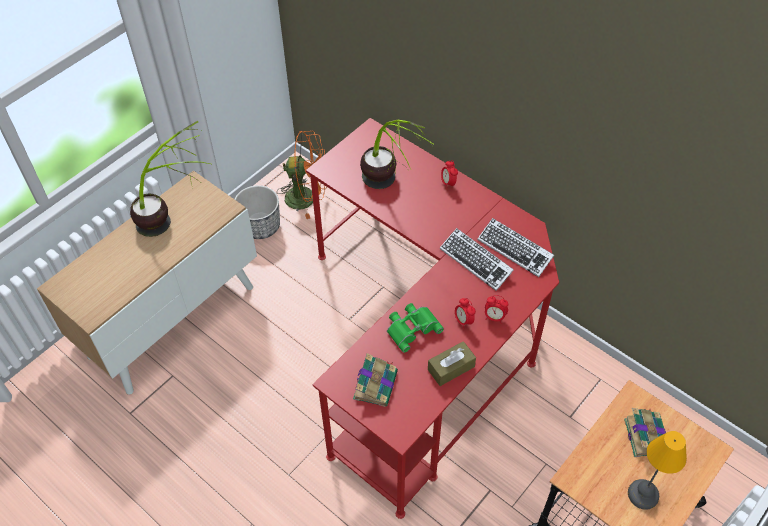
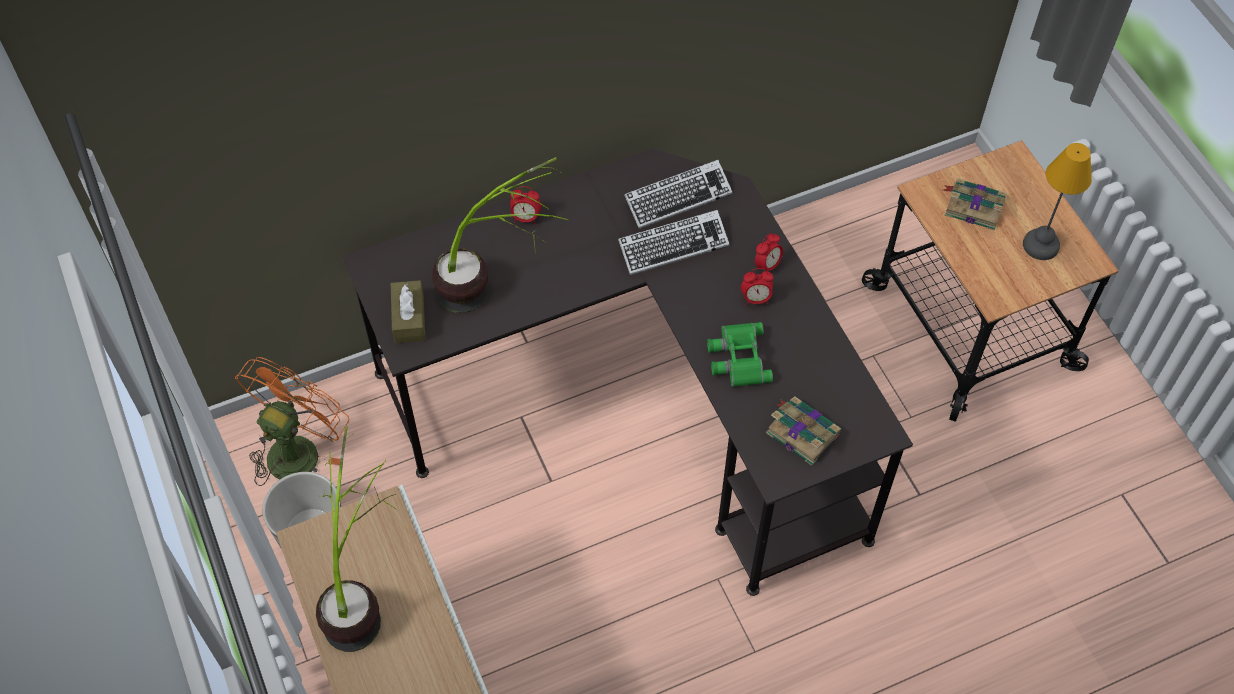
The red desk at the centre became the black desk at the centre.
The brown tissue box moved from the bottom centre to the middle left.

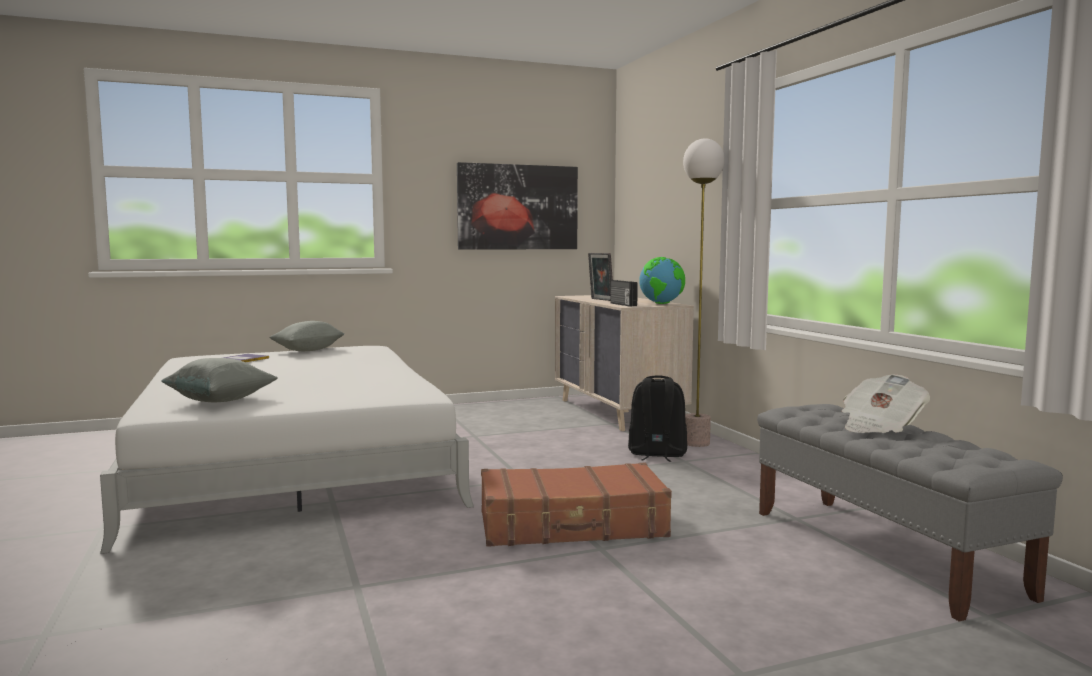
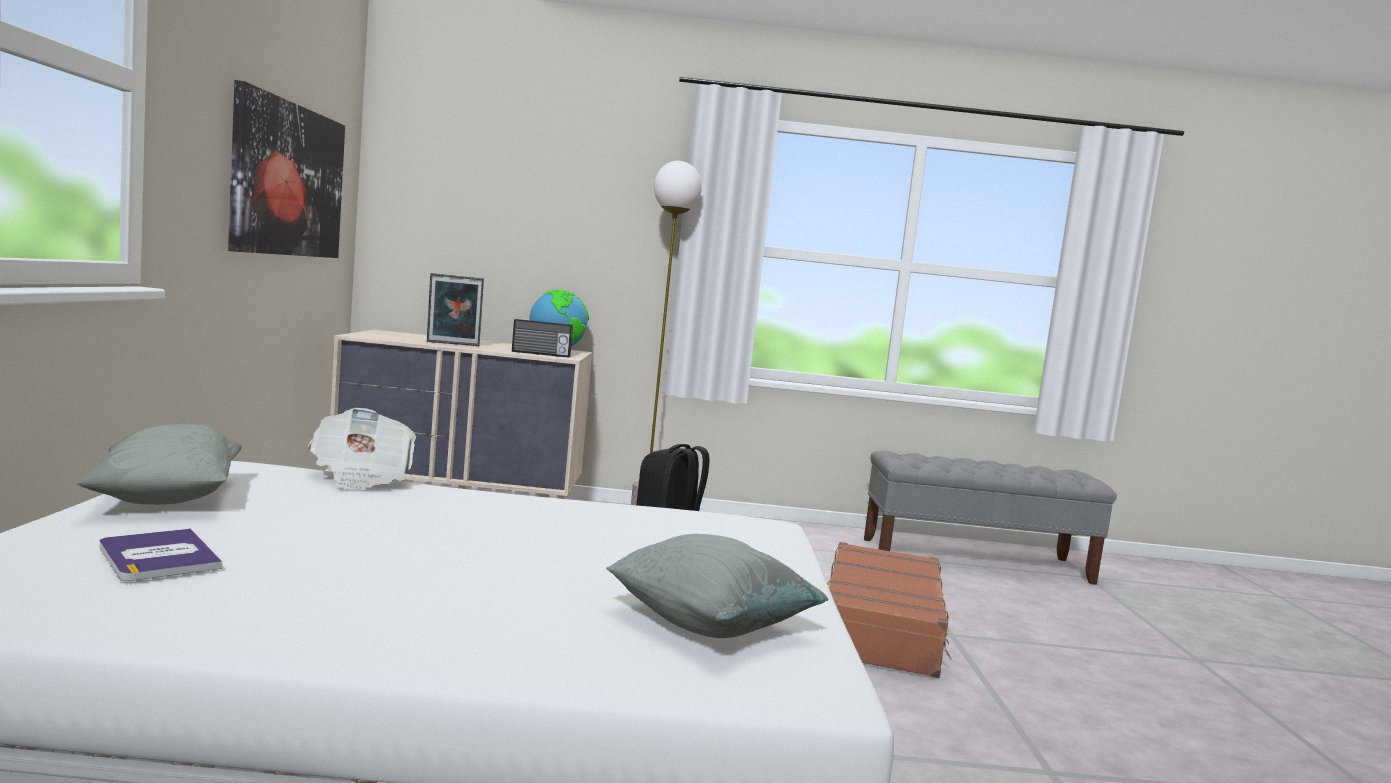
The newspaper moved from the middle right to the middle left.

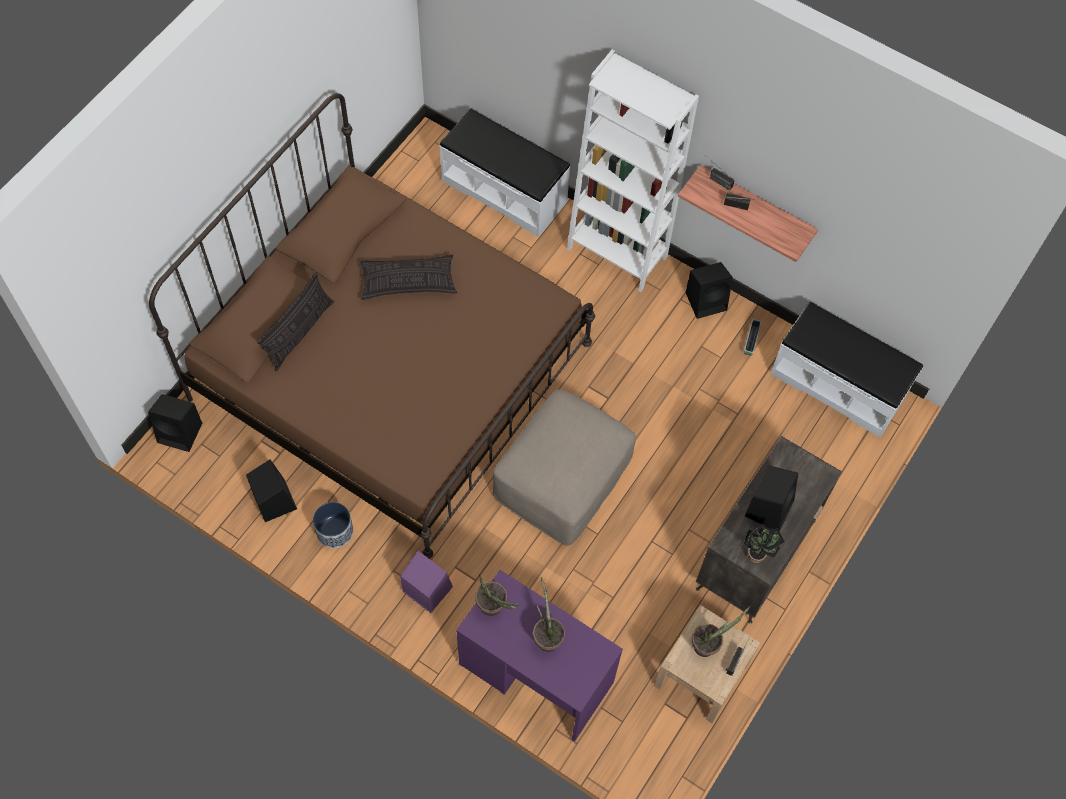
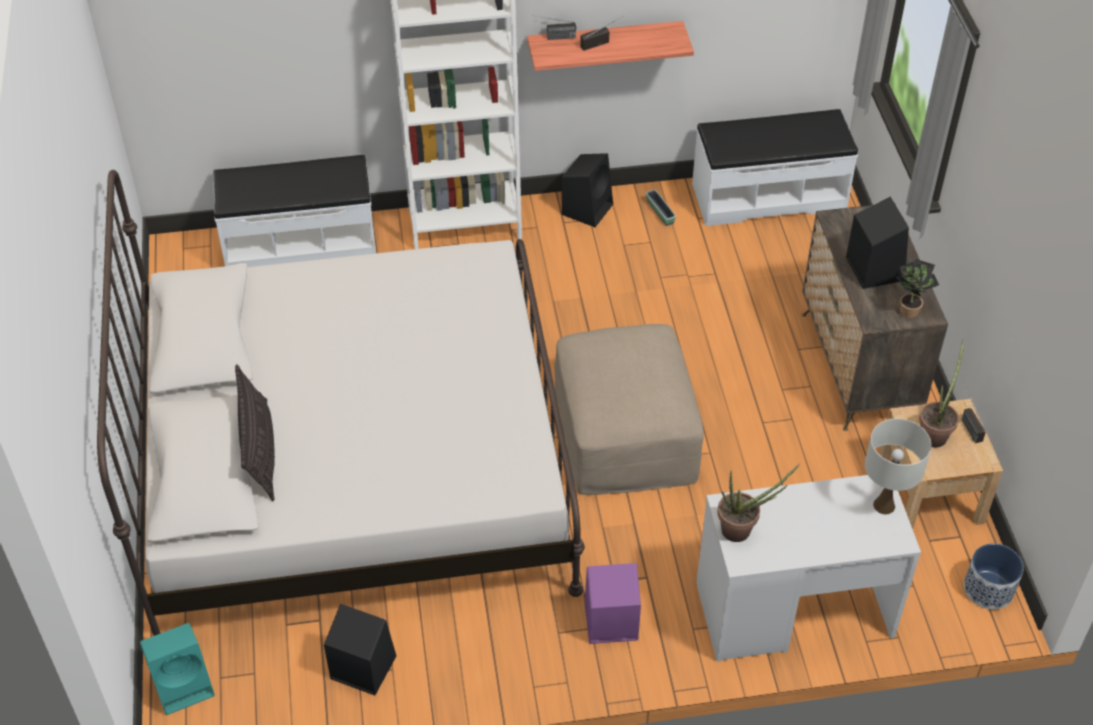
The brown bed at the centre became the white bed at the middle left.
The pillow (2nd from left) at the centre disappeared.
The black speaker (1st from left) at the middle left became the turquoise speaker at the bottom left.
The planter (1st from left in the first image) moved from the middle left to the bottom right.
The purple desk at the bottom centre became the white desk at the bottom right.
The potted plant (2nd from left) at the bottom centre disappeared.
The white table lamp at the middle right appeared.

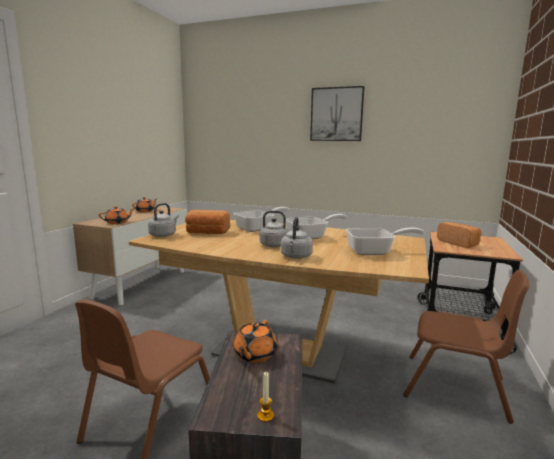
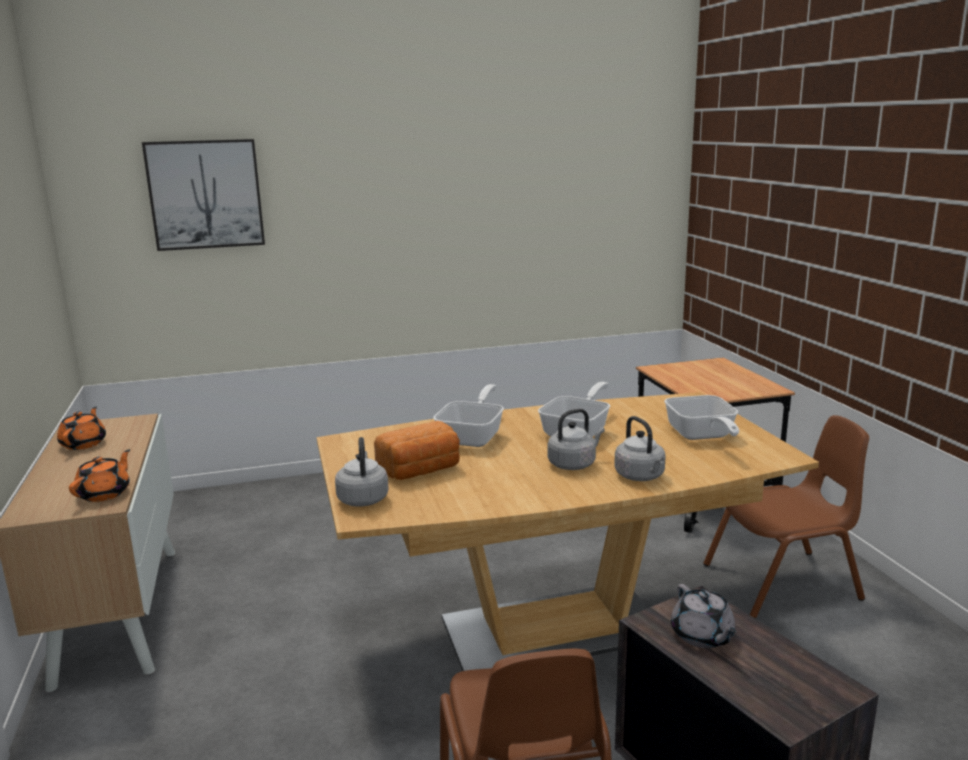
The picture moved from the top centre to the top left.
The bread (2nd from left) at the middle right disappeared.
The frying pan (3rd from left) at the middle right turned 120 degrees clockwise.
The orange teapot (3rd from left) at the bottom centre became the grey teapot at the bottom right.
The candle at the bottom centre disappeared.

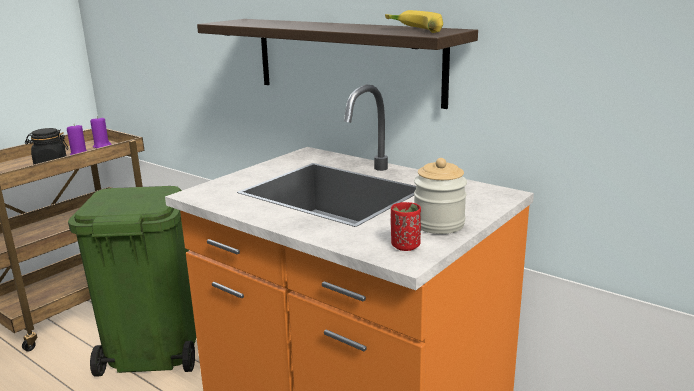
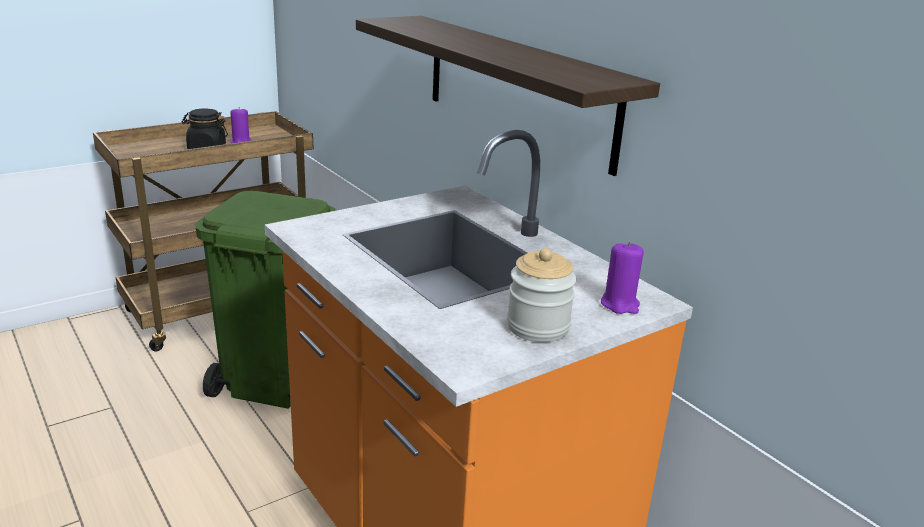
The banana at the top centre disappeared.
The purple candle (2nd from left) moved from the middle left to the middle right.
The red cup at the centre disappeared.

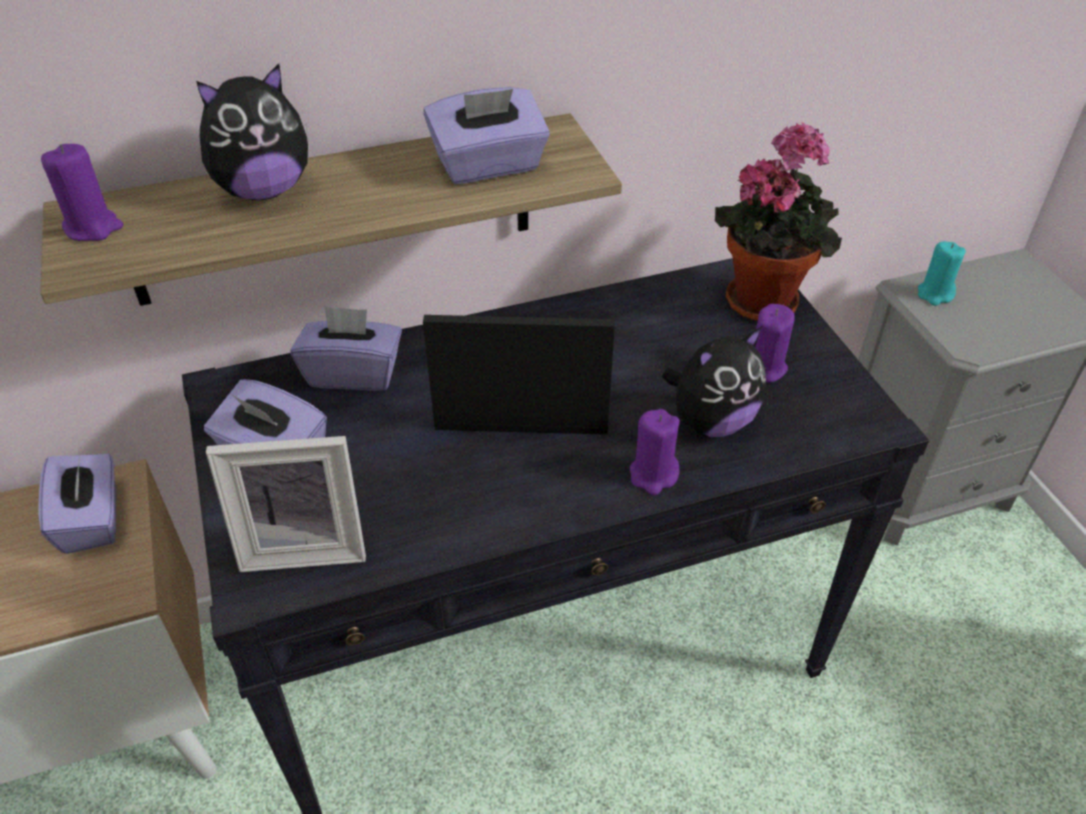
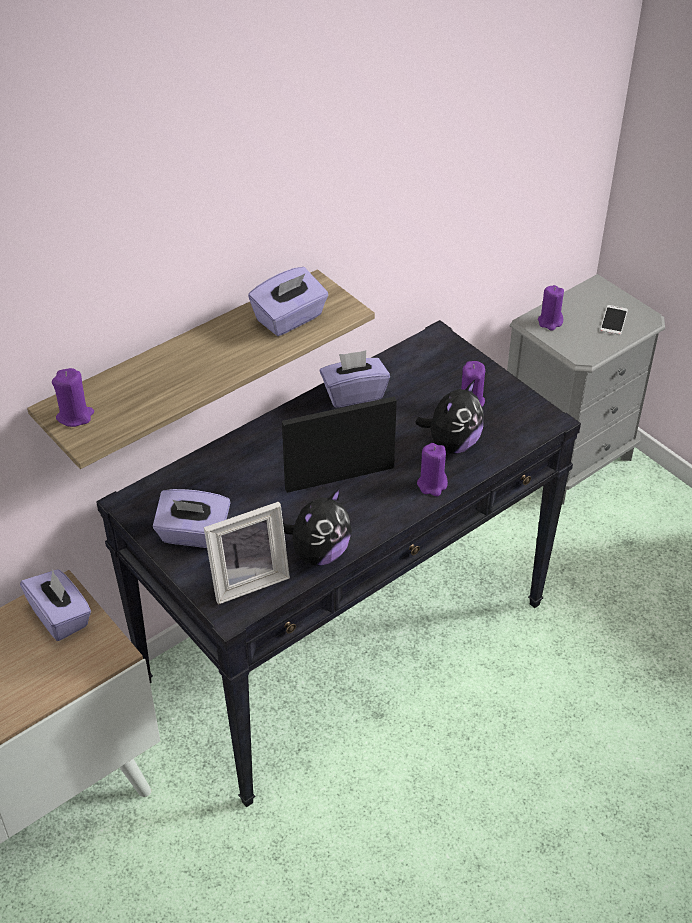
The plush toy (1st from left) moved from the top left to the centre.
The potted plant at the top right disappeared.
The turquoise candle at the middle right became the purple candle (4th from left) at the top right.
The purple tissue box (3rd from left in the first image) moved from the middle left to the centre.
The phone at the middle right appeared.

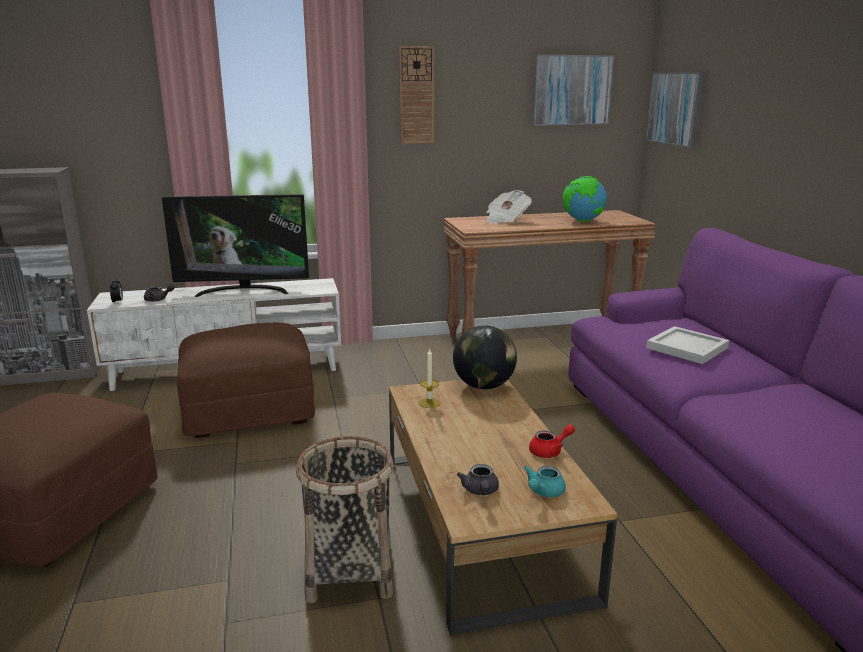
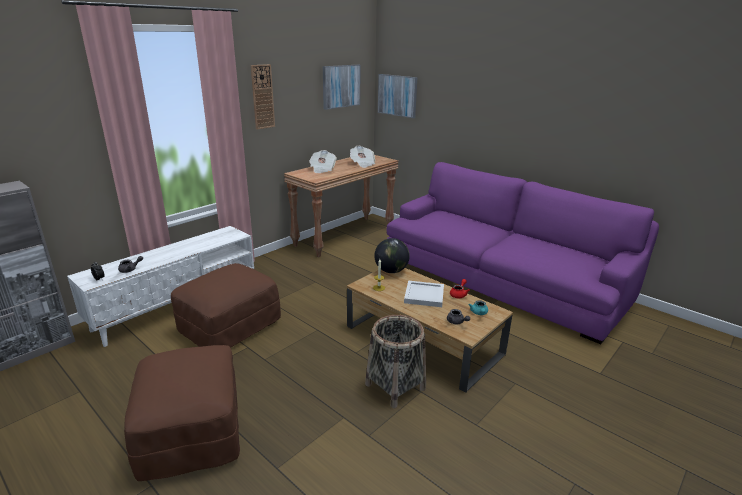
The globe (2nd from left) at the top right was replaced by the newspaper (2nd from left) at the top centre.
The television at the middle left disappeared.
The white tray moved from the middle right to the centre.

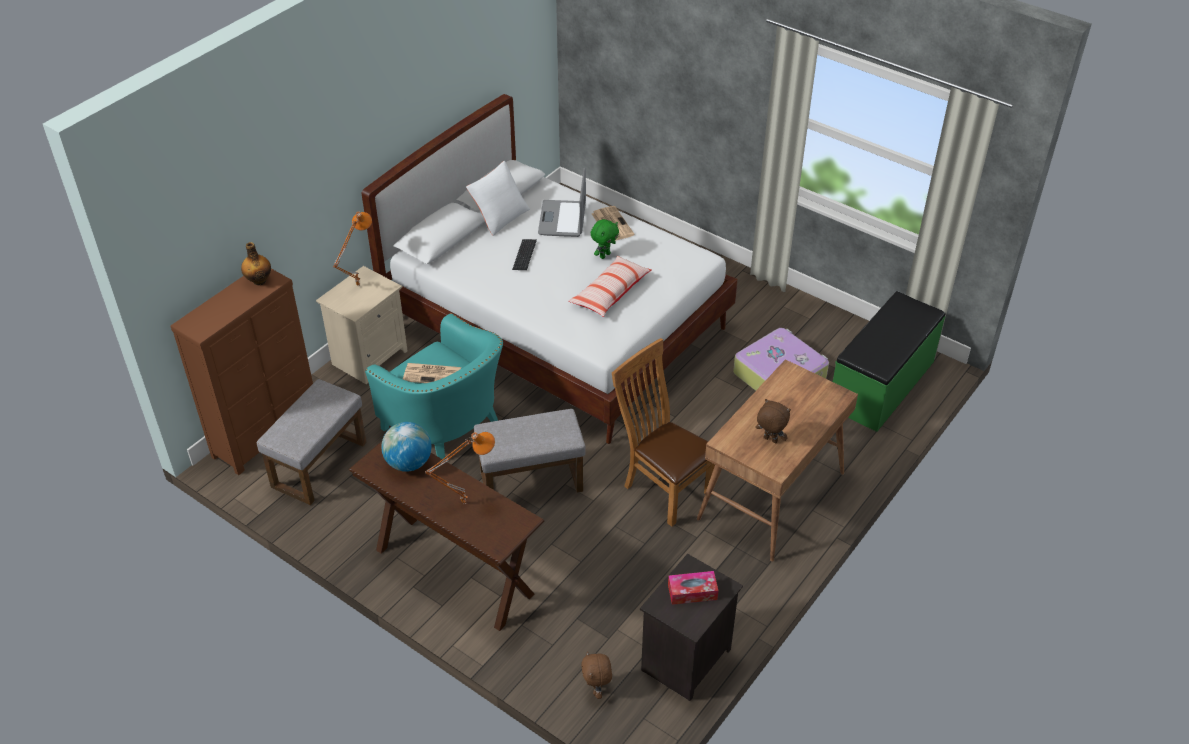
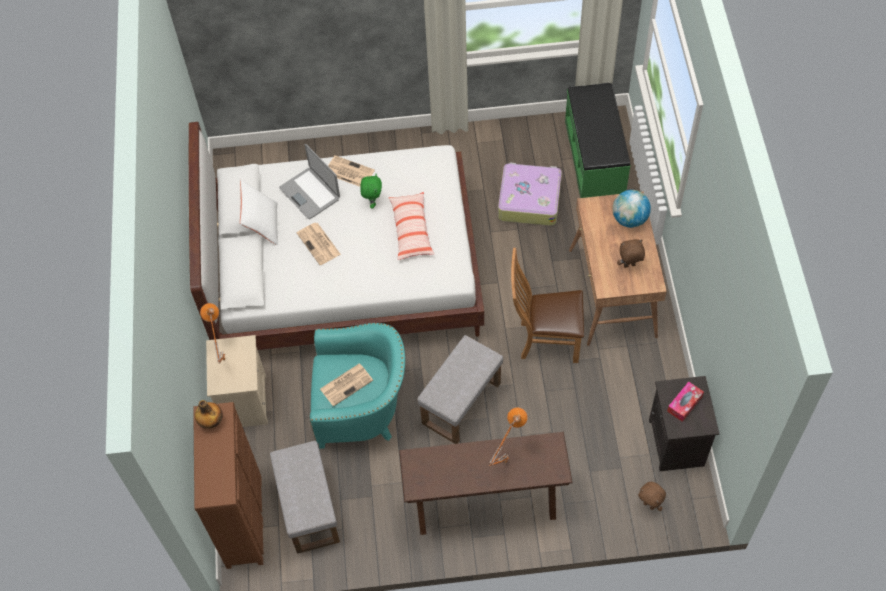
The keyboard at the centre was replaced by the newspaper (1st from left) at the centre.
The globe moved from the centre to the middle right.

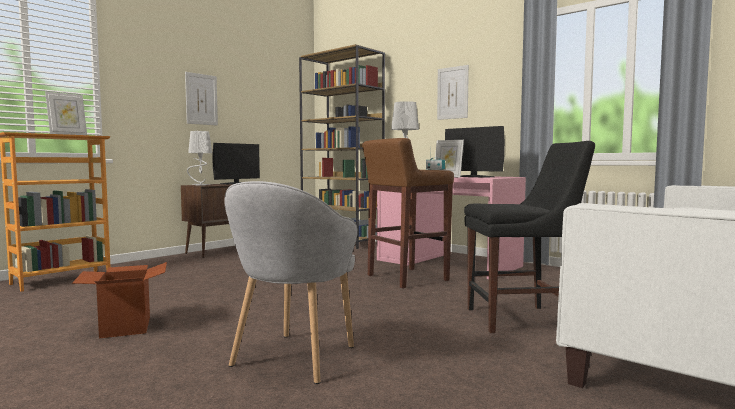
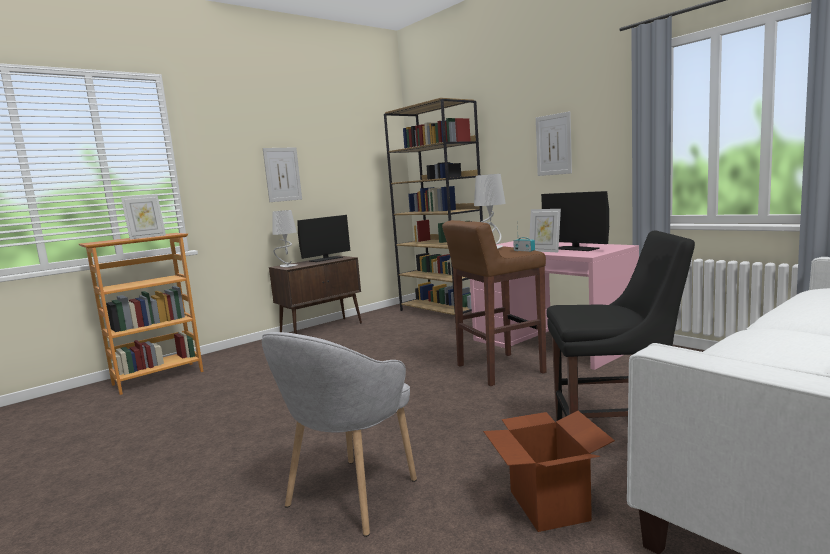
The cardboard box moved from the bottom left to the bottom centre.

